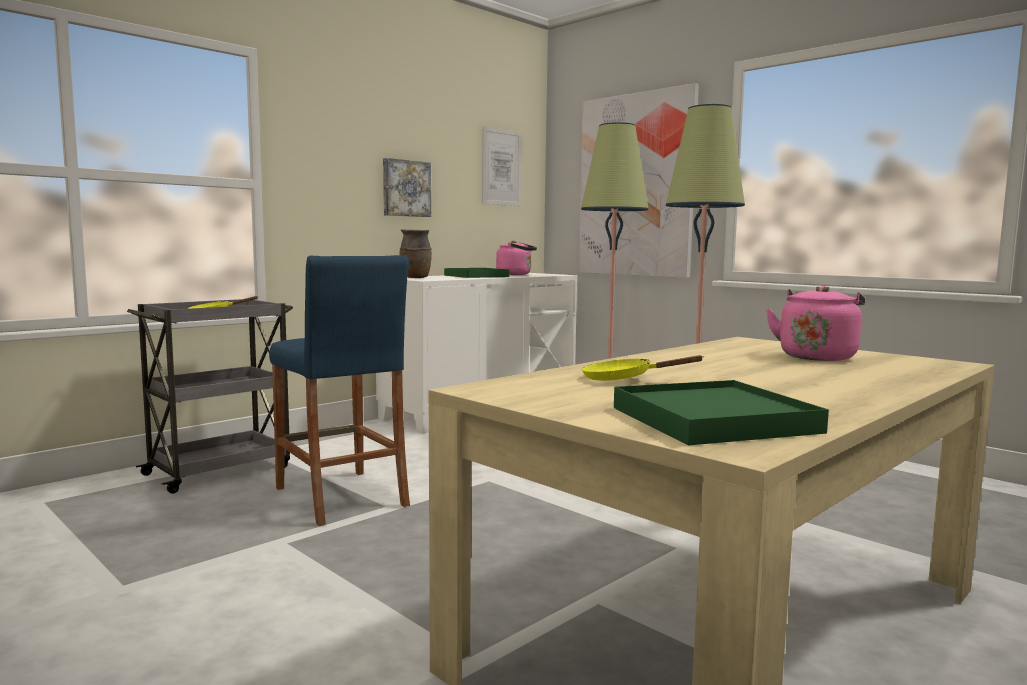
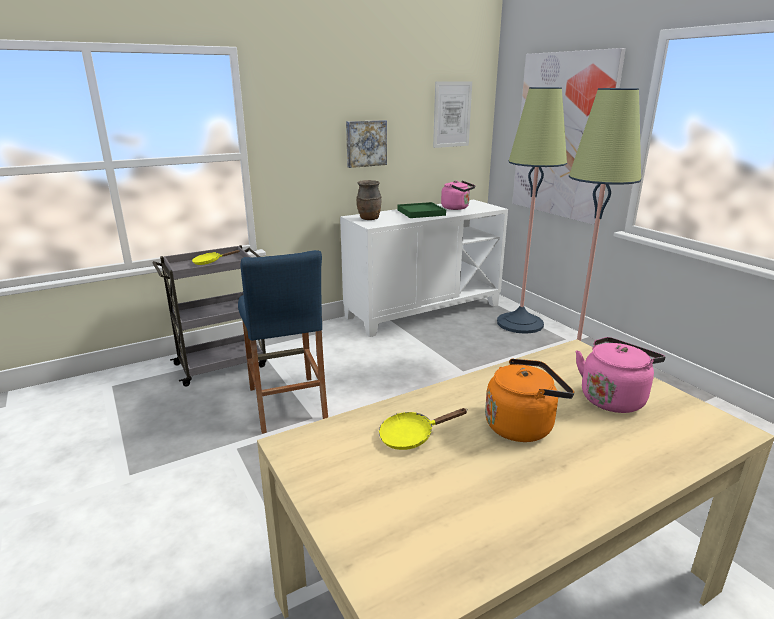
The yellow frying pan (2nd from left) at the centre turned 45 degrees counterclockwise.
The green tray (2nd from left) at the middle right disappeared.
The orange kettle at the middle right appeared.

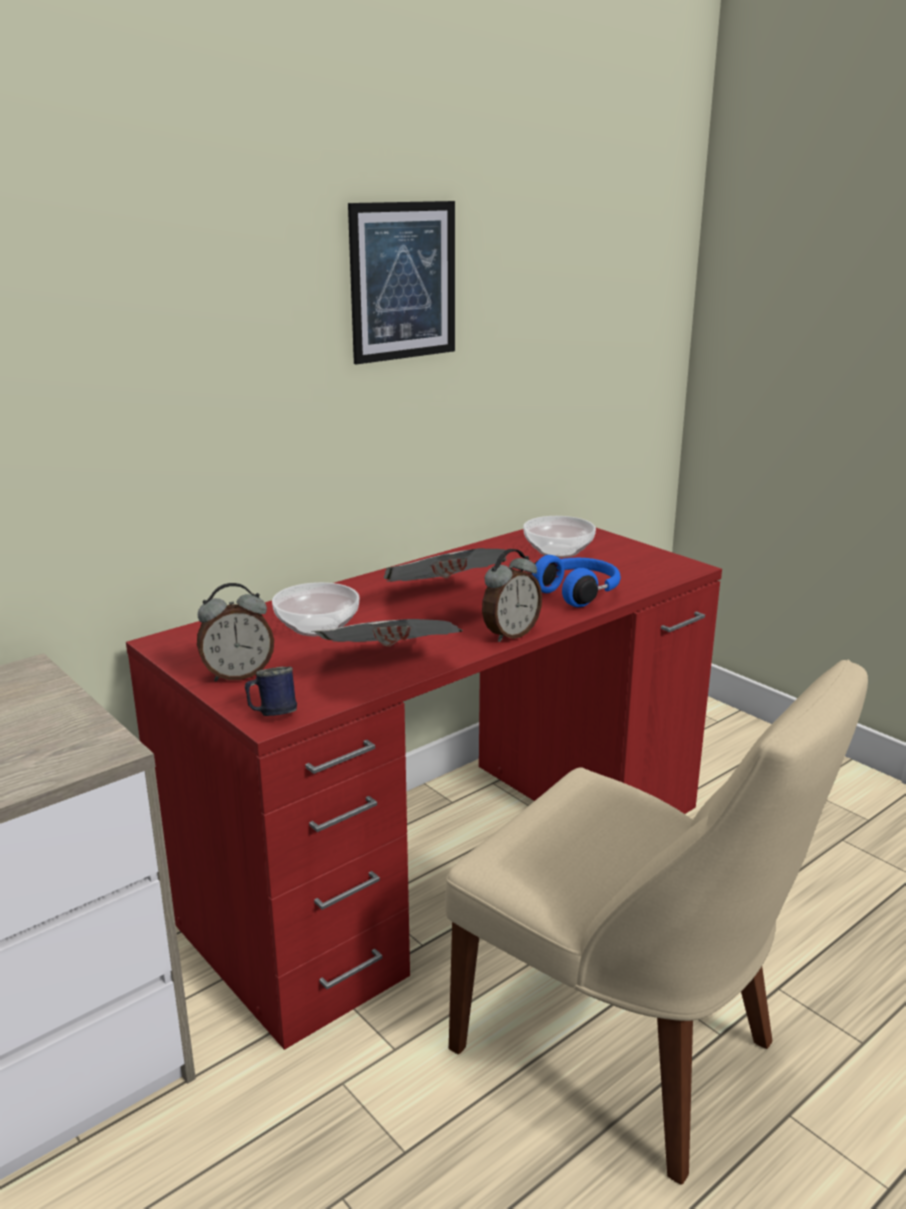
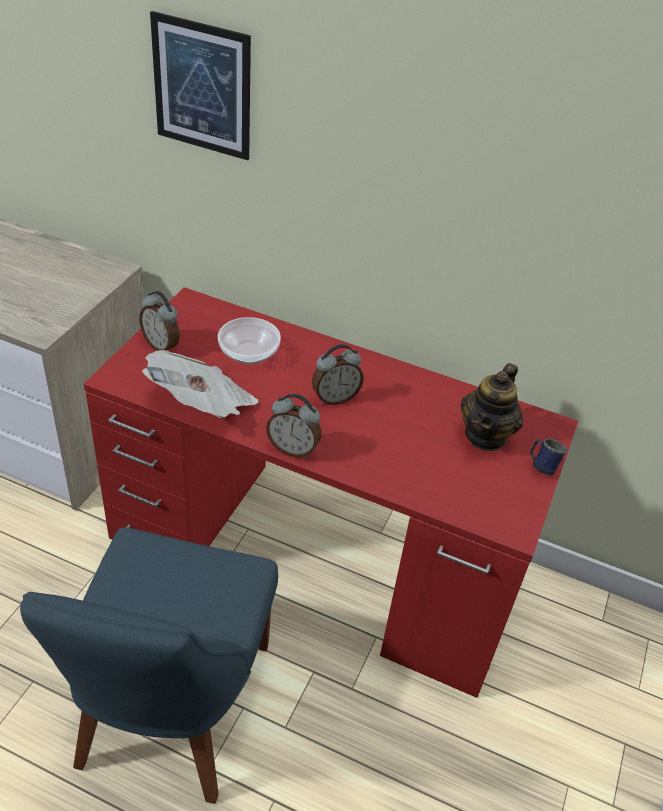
The picture moved from the top centre to the top left.
The bowl (2nd from left) at the centre was replaced by the teapot at the middle right.
The newspaper (2nd from left) at the centre was replaced by the alarm clock (3rd from left) at the centre.
The blue headphones at the centre disappeared.
The beige chair at the bottom right became the blue chair at the bottom left.
The blue mug moved from the middle left to the middle right.

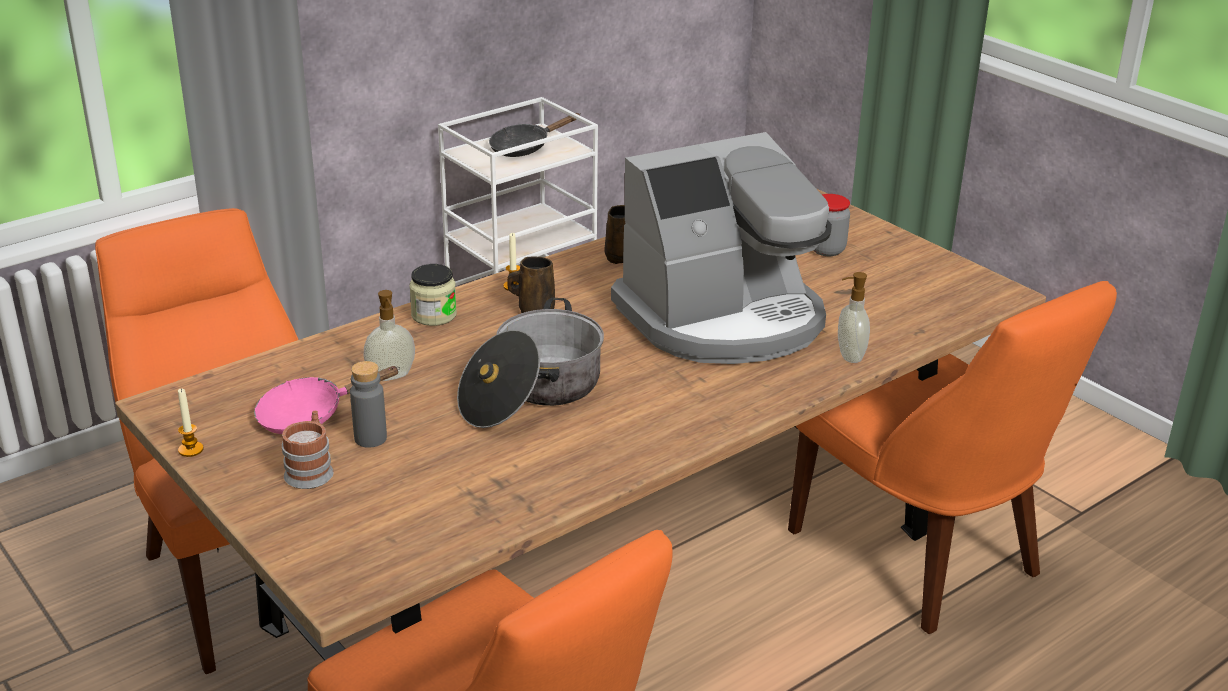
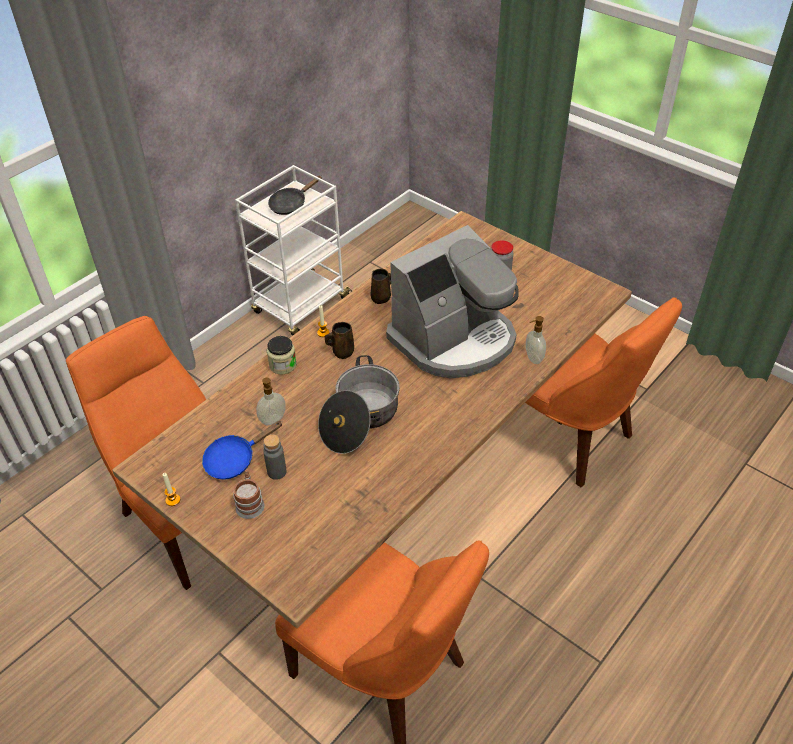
The pink frying pan at the middle left became the blue frying pan at the middle left.

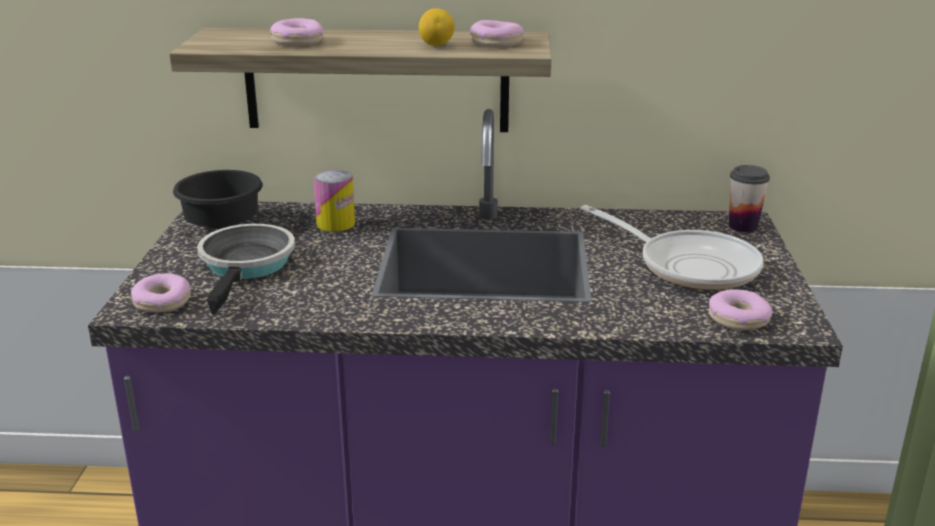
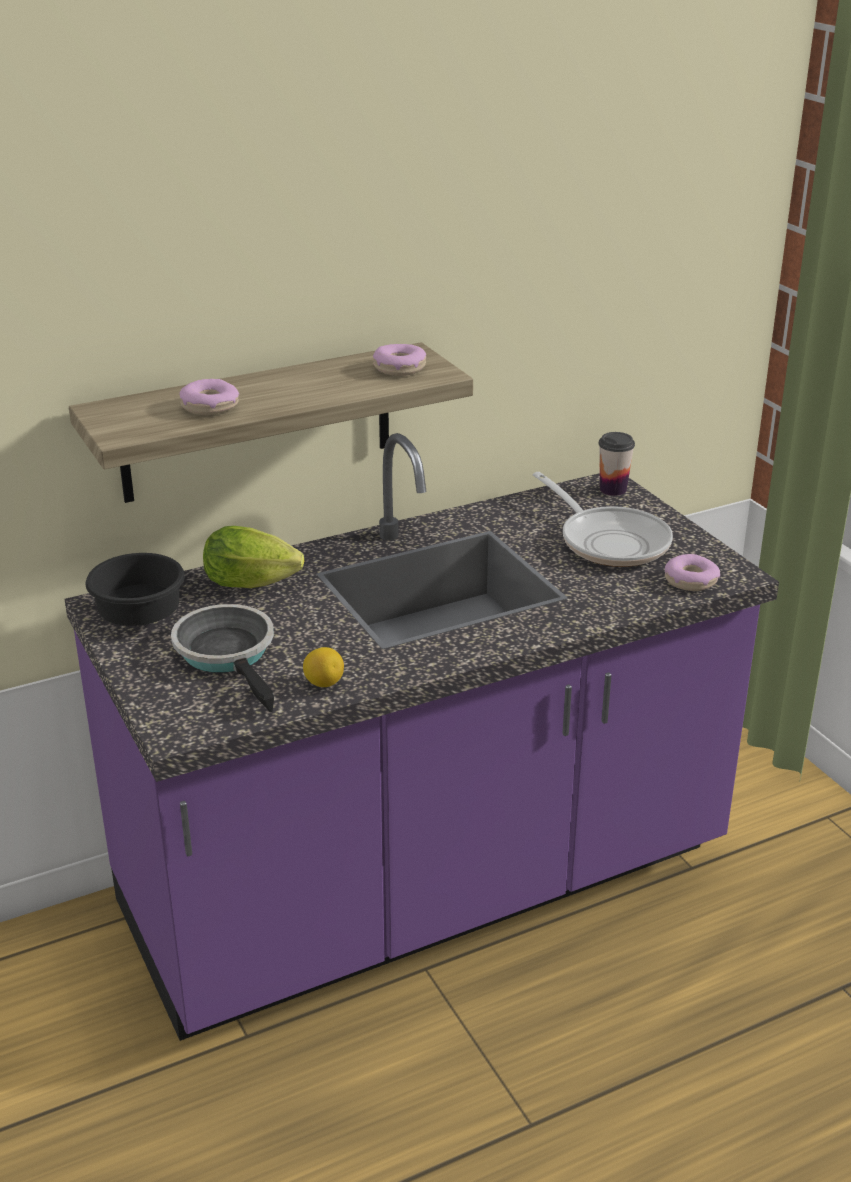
The lemon moved from the top centre to the centre.
The can at the centre was replaced by the lettuce at the middle left.
The frying pan (2nd from left) at the middle right turned 45 degrees clockwise.
The donut (1st from left) at the middle left disappeared.

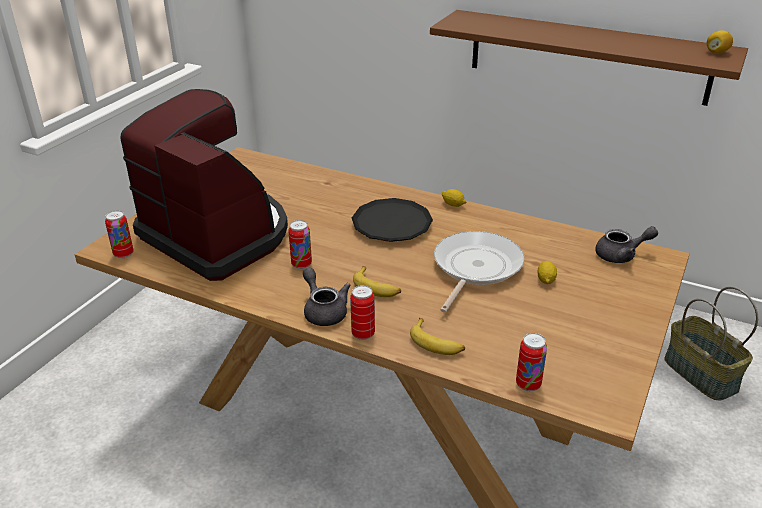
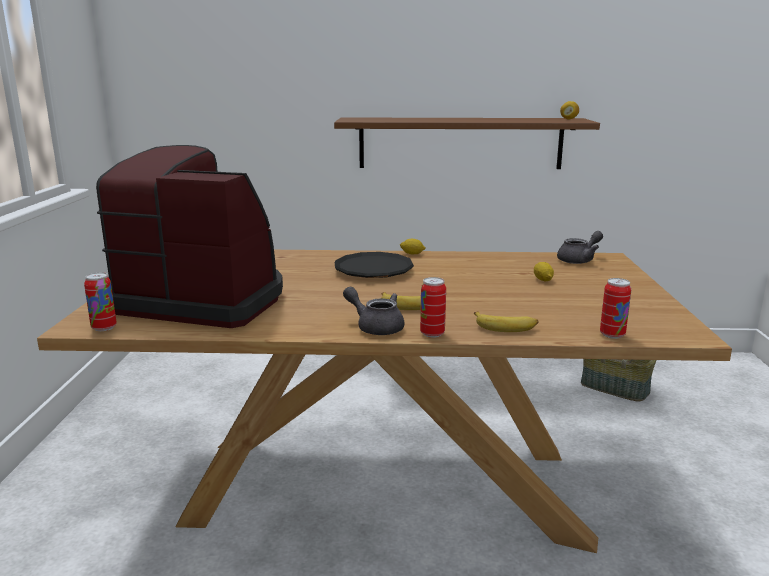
The can (2nd from left) at the centre disappeared.
The frying pan at the centre disappeared.

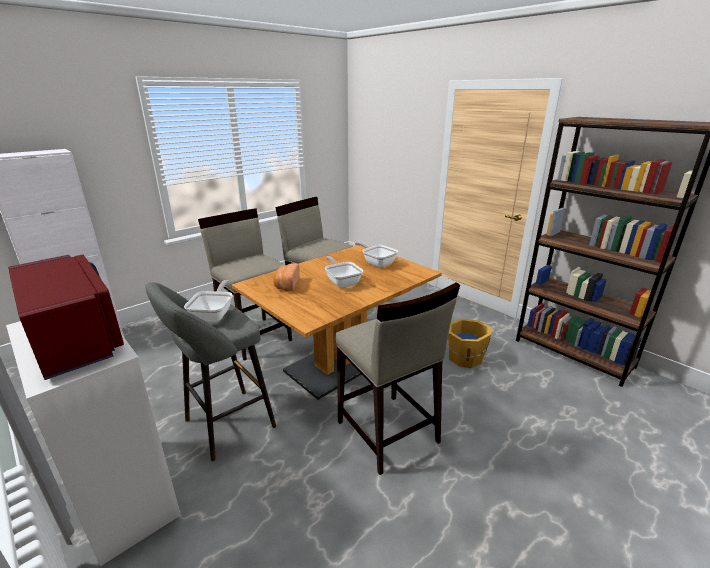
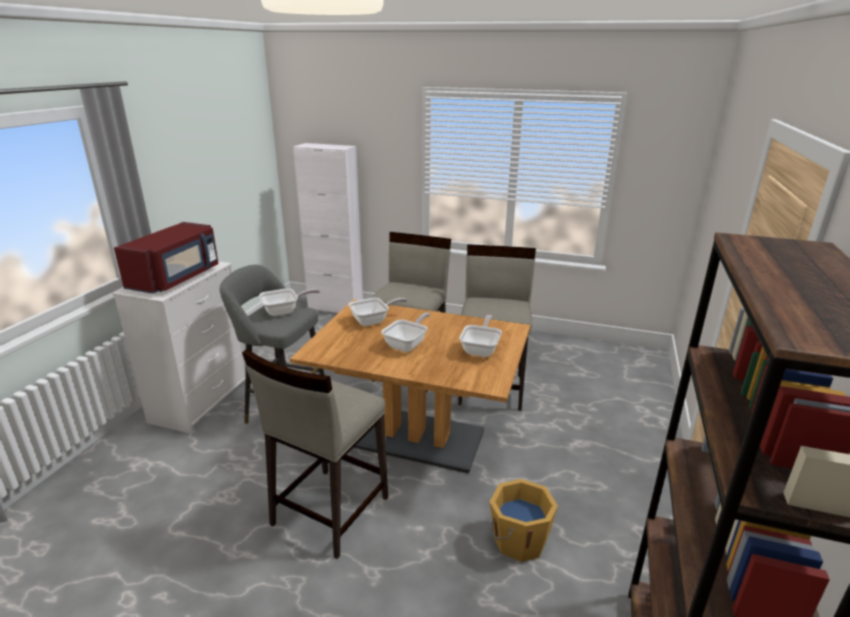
The bread at the centre was replaced by the frying pan (2nd from left) at the centre.

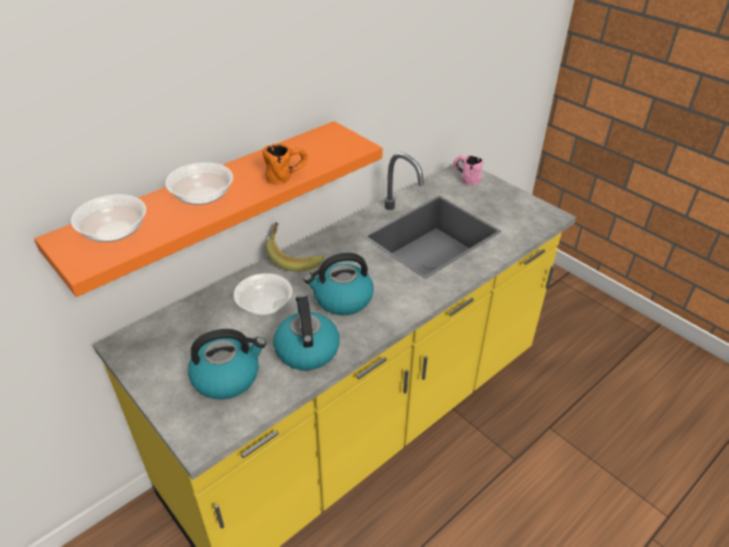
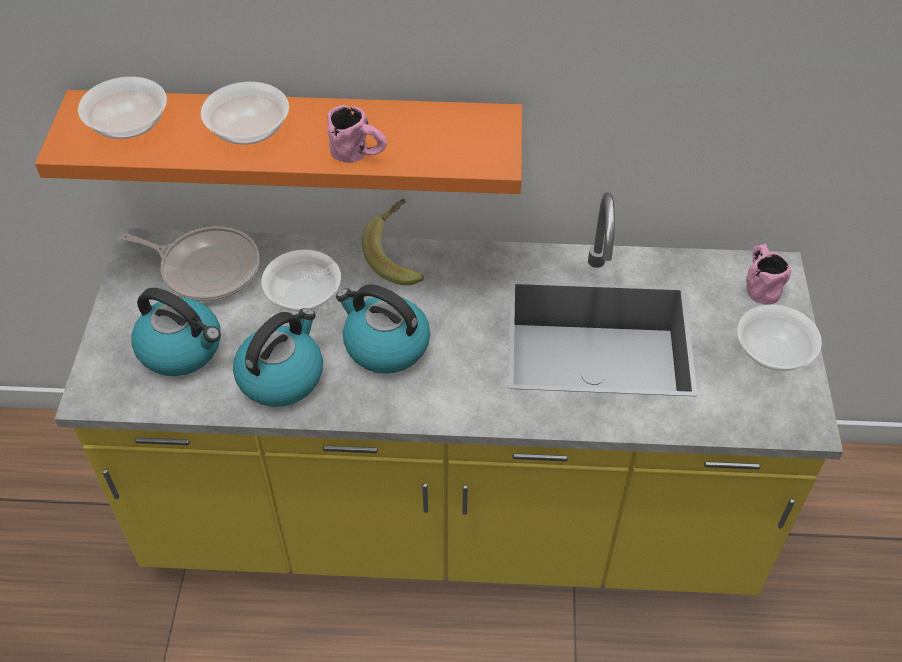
The orange mug at the top centre became the pink mug (1st from left) at the top centre.
The frying pan at the middle left appeared.
The bowl (4th from left) at the middle right appeared.

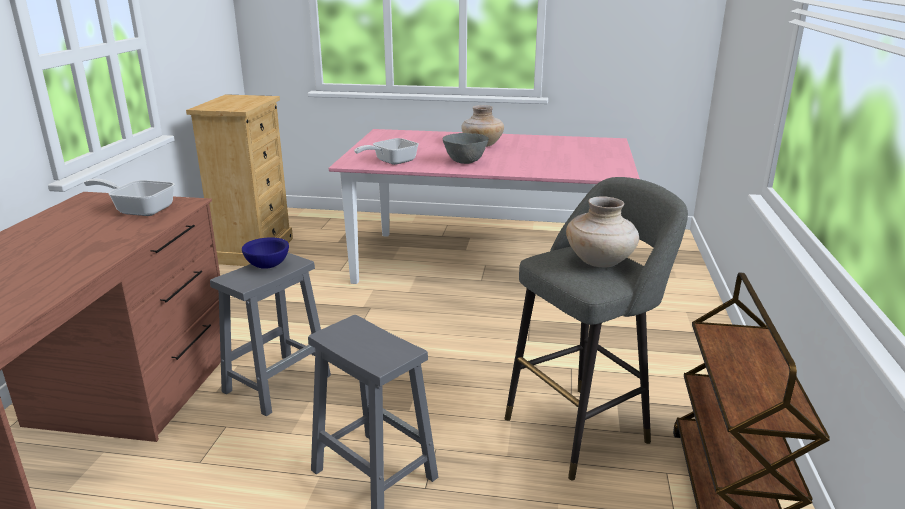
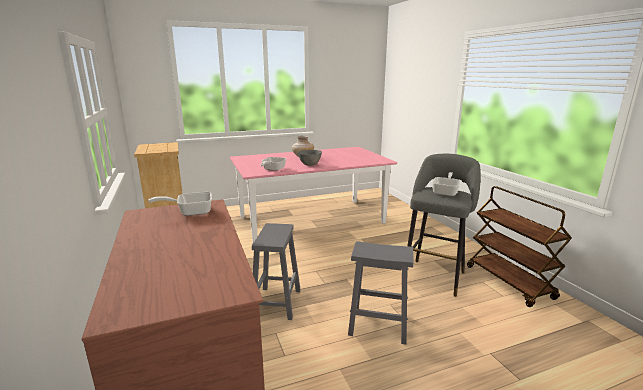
The beige vase (2nd from left) at the centre was replaced by the frying pan (3rd from left) at the middle right.
The blue bowl at the middle left disappeared.

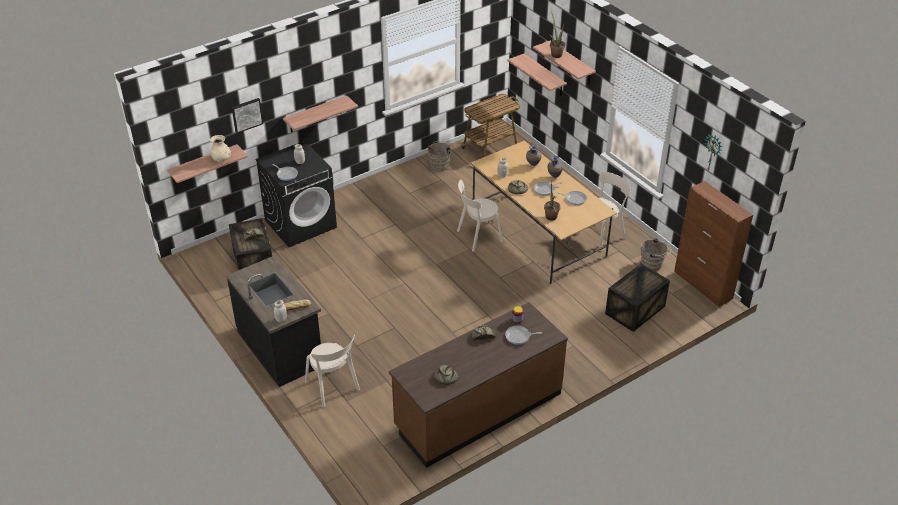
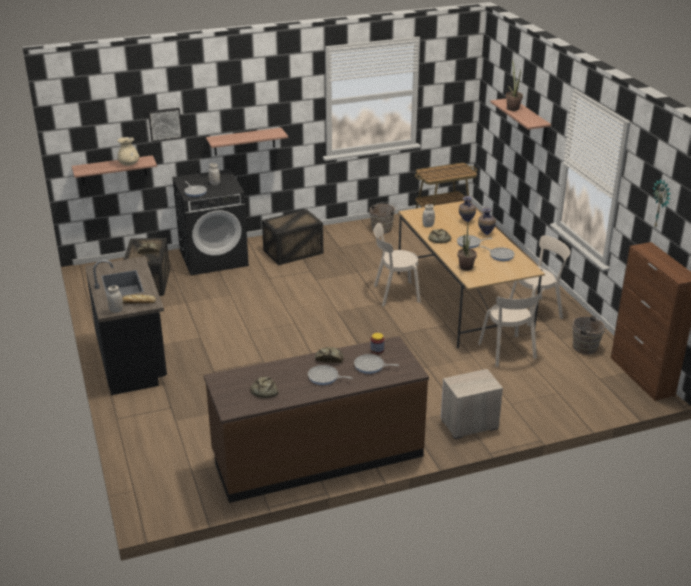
The shelf (3rd from left) at the top centre disappeared.
The crate (2nd from left) moved from the middle right to the centre.
The beige chair (1st from left in the first image) moved from the bottom centre to the middle right.
The frying pan (2nd from left) at the centre appeared.
The nightstand at the bottom right appeared.

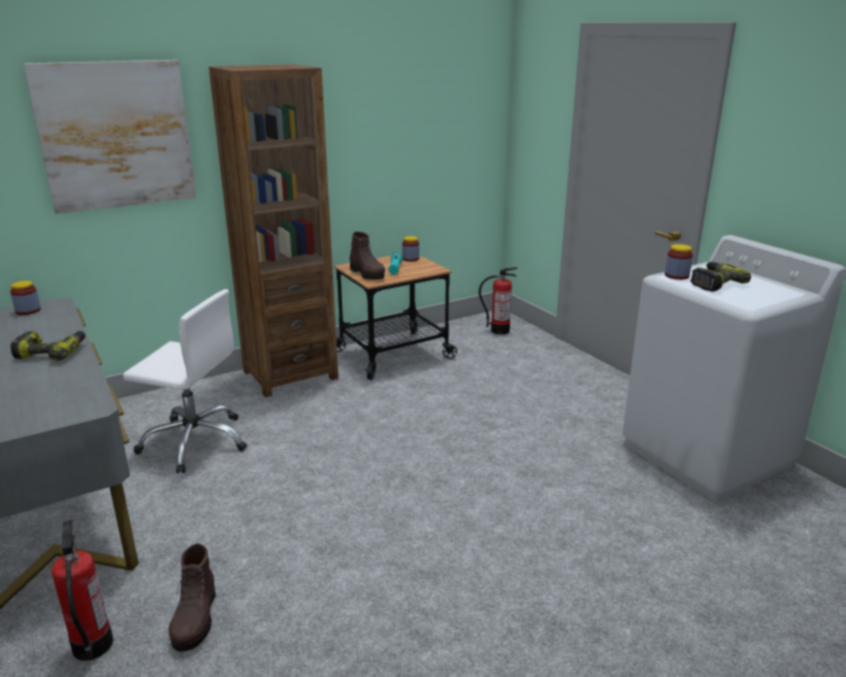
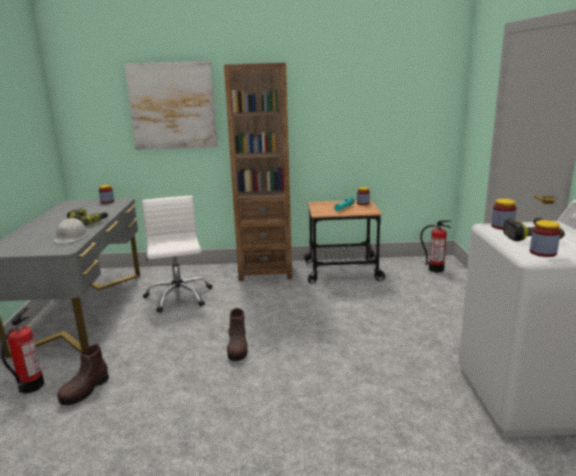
The brown boot (2nd from left) moved from the centre to the bottom centre.
The white office chair at the middle left turned 150 degrees counterclockwise.
The white hard hat at the middle left appeared.
The jar (4th from left) at the middle right appeared.

